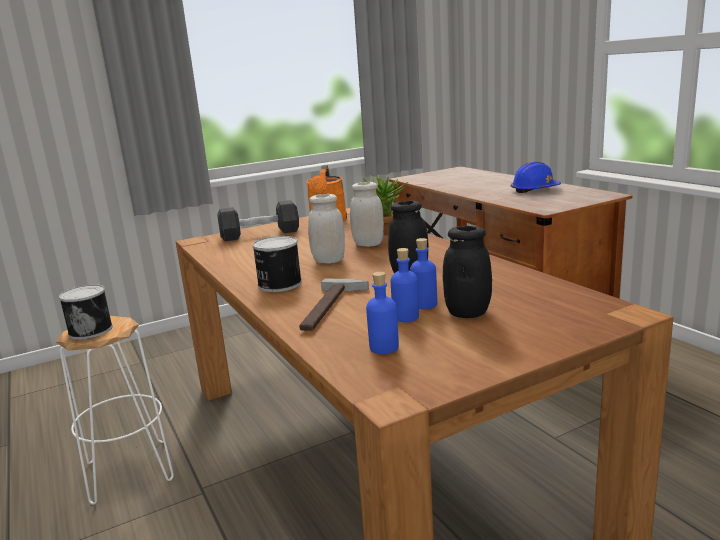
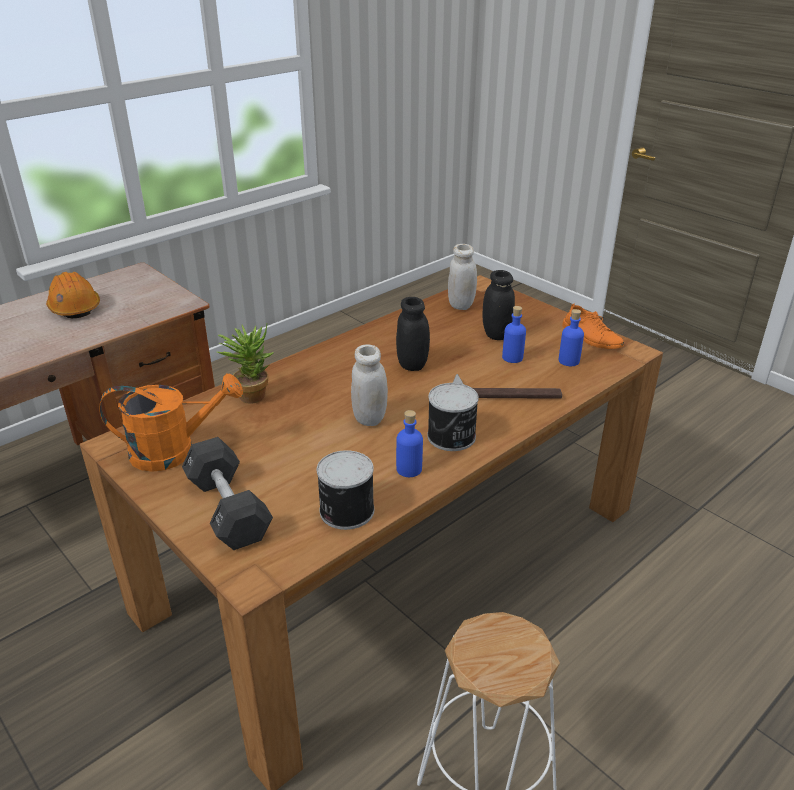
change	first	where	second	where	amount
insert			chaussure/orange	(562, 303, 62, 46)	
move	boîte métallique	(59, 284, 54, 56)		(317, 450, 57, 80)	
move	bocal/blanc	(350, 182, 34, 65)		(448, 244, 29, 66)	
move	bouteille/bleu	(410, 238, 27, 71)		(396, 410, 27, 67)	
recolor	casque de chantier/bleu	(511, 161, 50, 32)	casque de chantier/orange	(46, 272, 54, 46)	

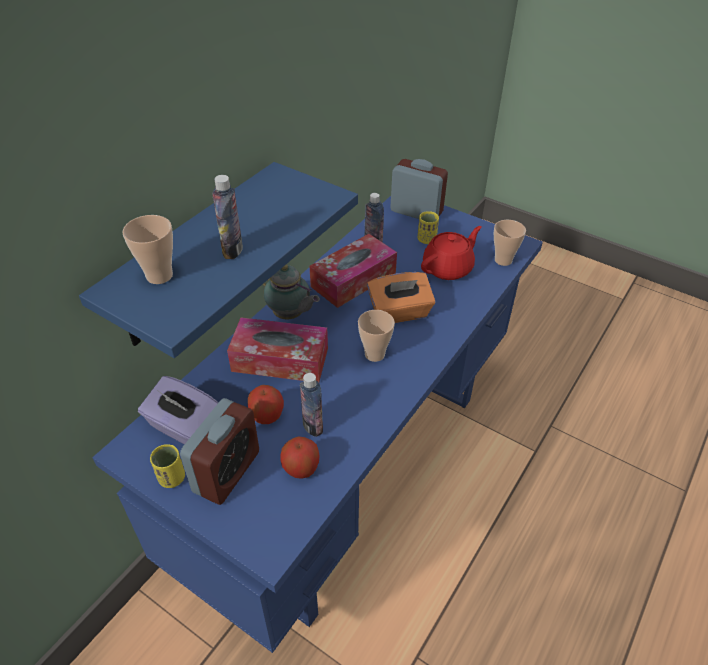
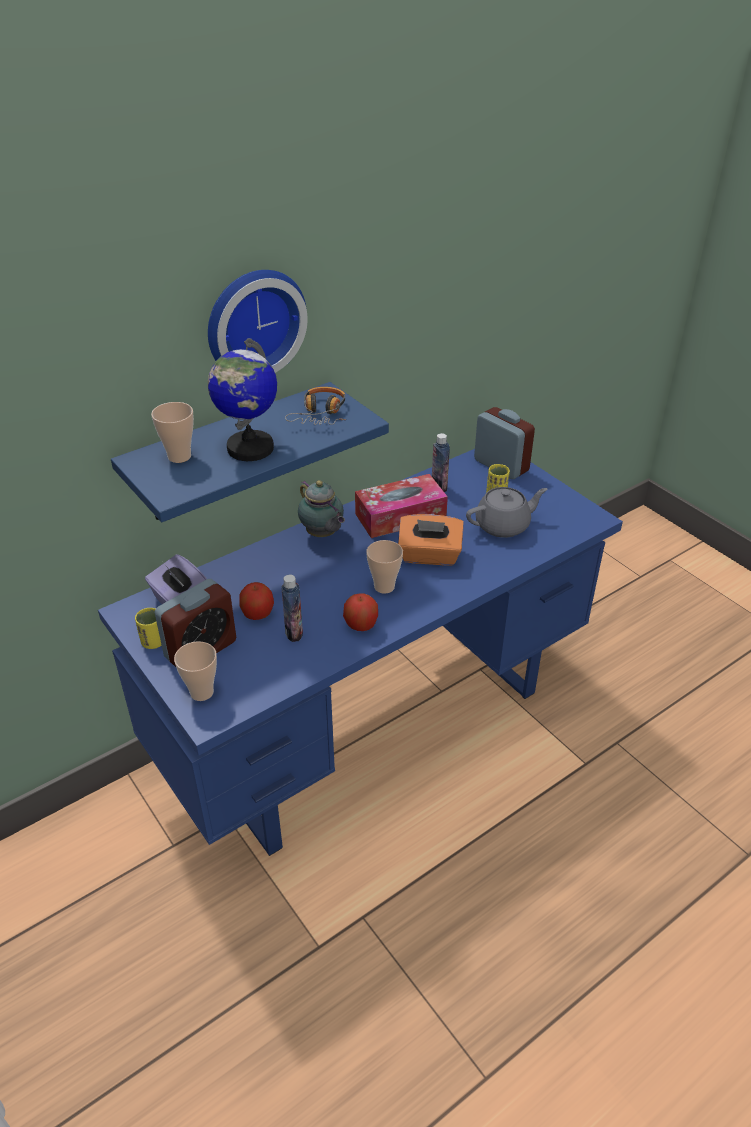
change	first	where	second	where	amount
delete	boîte à mouchoirs	(227, 317, 101, 66)			
insert			horloge murale	(208, 270, 100, 103)	
insert			casque audio	(285, 387, 61, 38)	
move	pomme	(280, 437, 40, 42)		(343, 593, 35, 38)	
move	tasse	(494, 220, 32, 46)		(174, 641, 43, 60)	
replace	bouteille	(213, 175, 30, 84)	globe	(208, 338, 69, 123)	
recolor	théière/rouge	(421, 226, 60, 54)	théière/gris	(466, 487, 82, 51)	

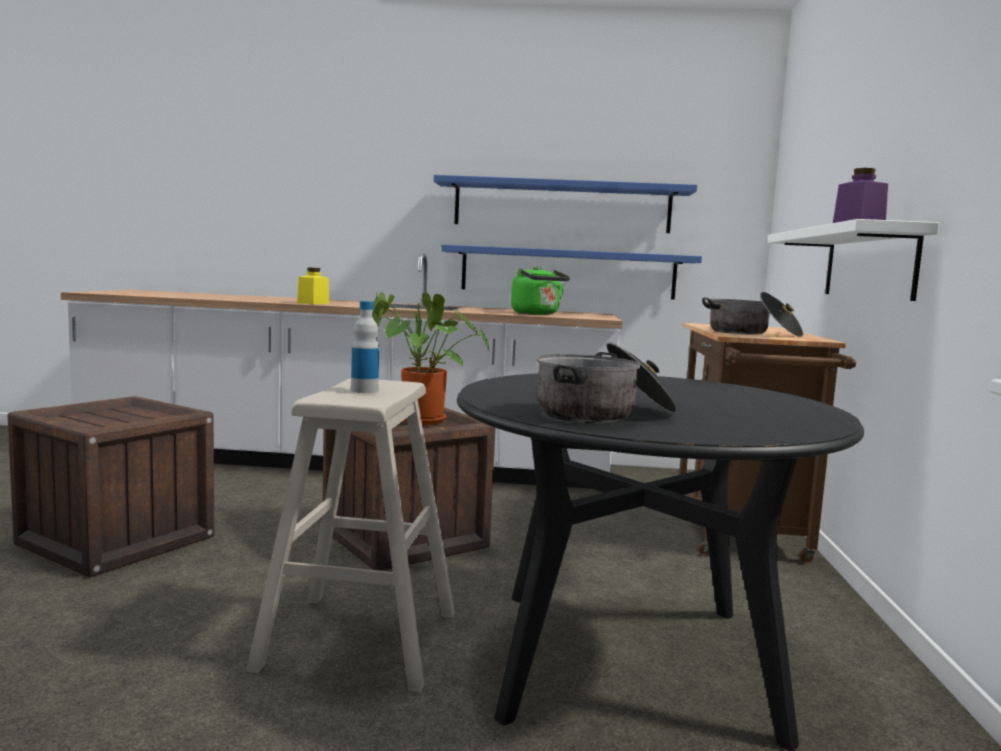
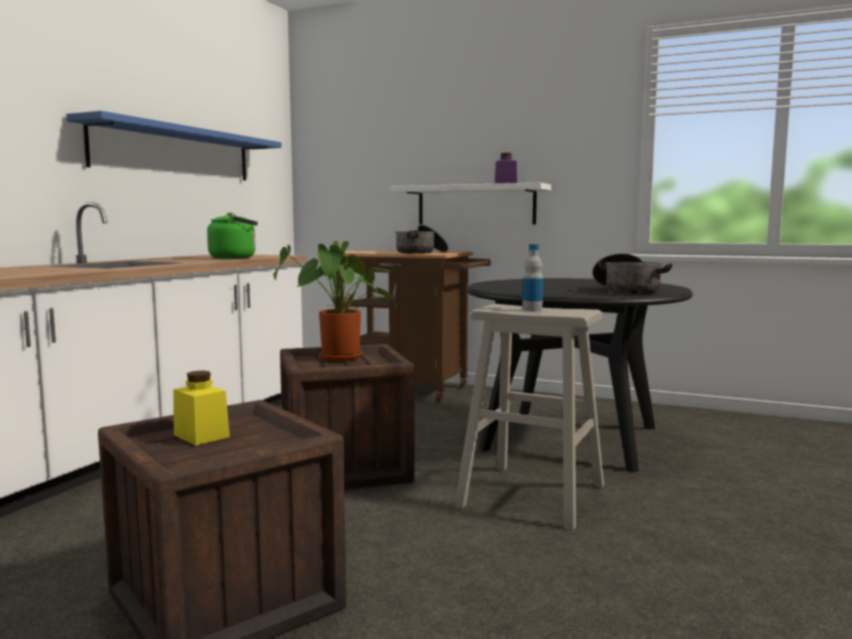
change	first	where	second	where	amount
delete	étagère/bleu	(441, 245, 261, 55)			
move	bocal/jaune	(297, 267, 32, 37)		(174, 371, 56, 74)	

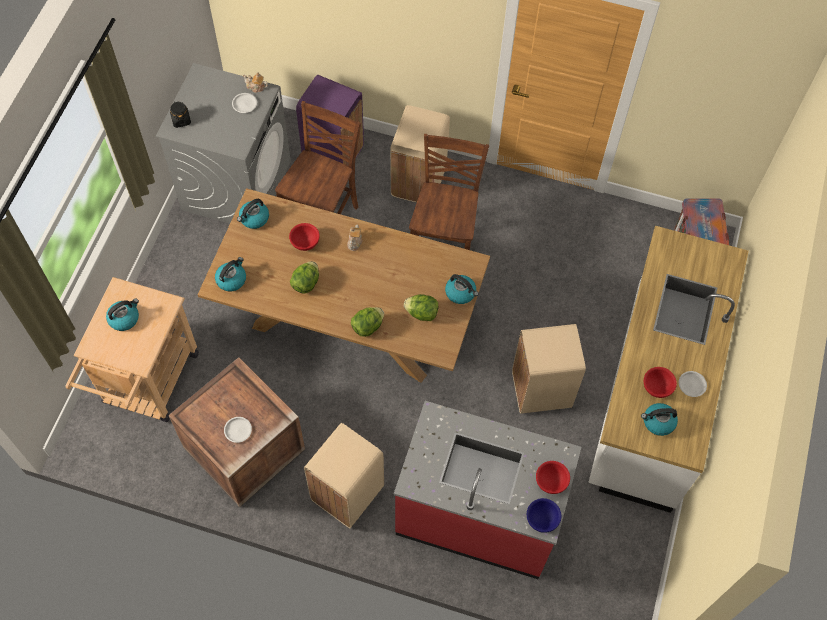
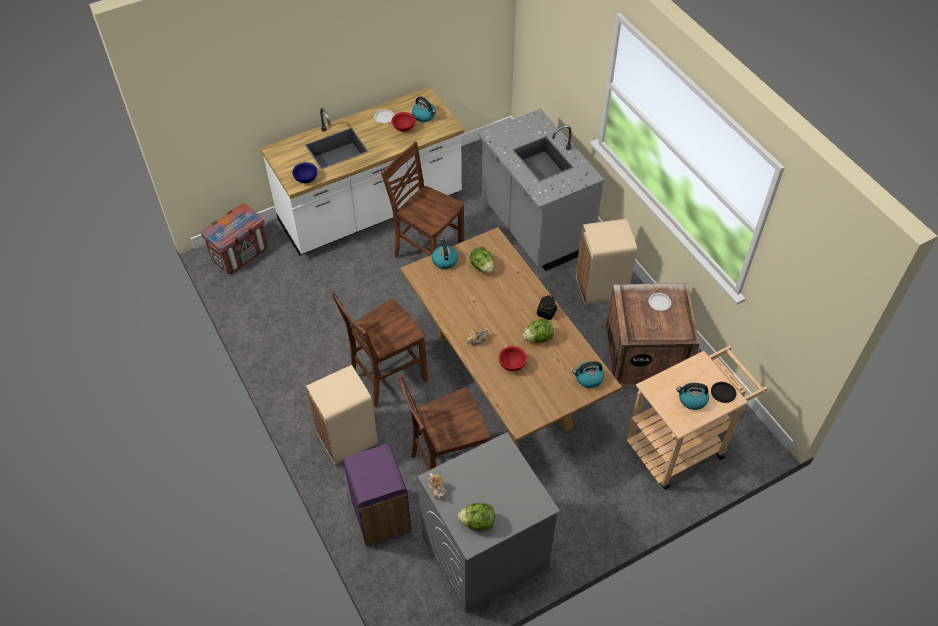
change	first	where	second	where	amount
delete	assiette/blanc	(232, 93, 25, 20)			
delete	bouilloire	(237, 199, 32, 30)			
delete	bol/rouge	(536, 461, 34, 33)			
insert			assiette/noir	(711, 382, 25, 21)	
move	bocal/noir	(170, 101, 21, 27)		(537, 295, 20, 25)	
move	laitue	(351, 307, 33, 30)		(458, 503, 37, 28)	
move	bol/bleu	(527, 498, 35, 35)		(292, 162, 25, 21)	
replace	poubelle/beige	(512, 324, 74, 90)	chaise/marron	(381, 141, 83, 117)	
recolor	comptoir de cuisine/rouge	(394, 401, 187, 178)	comptoir de cuisine/gris	(478, 109, 127, 162)	

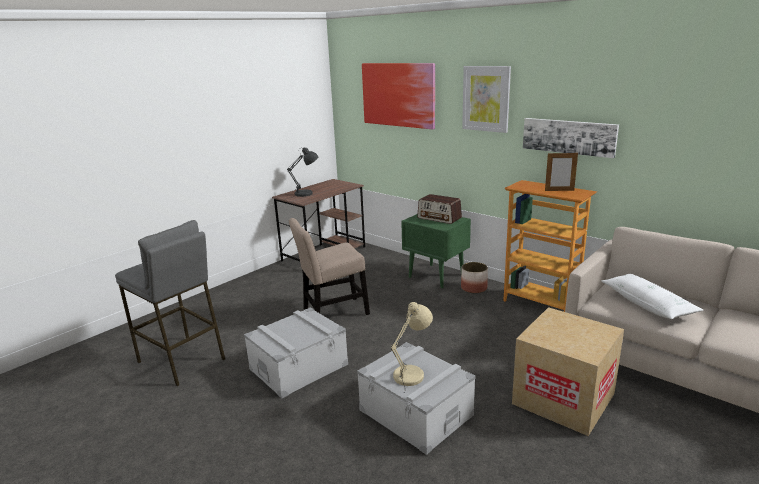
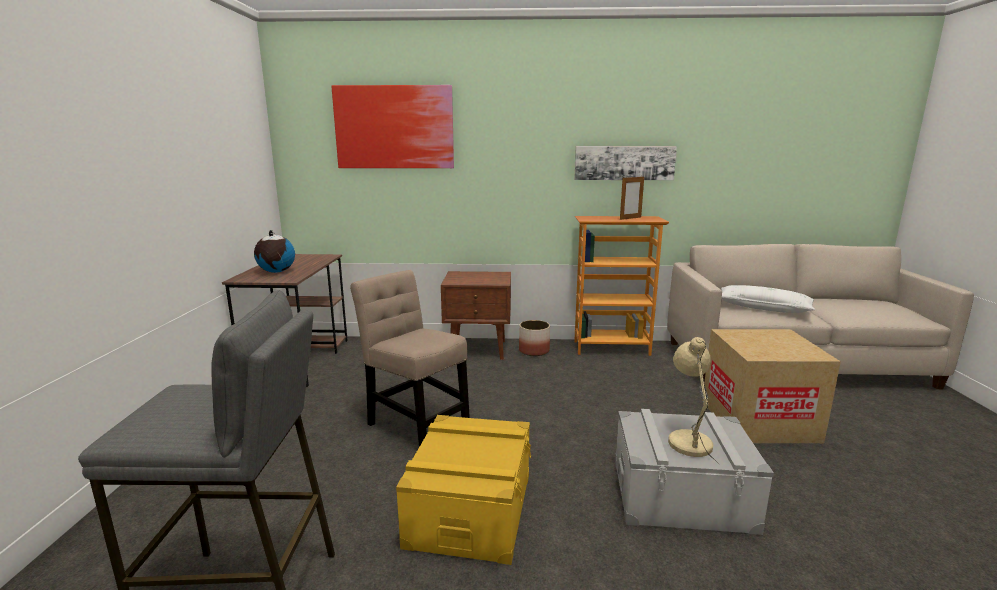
change	first	where	second	where	amount
delete	radio	(417, 194, 45, 30)			
delete	tableau	(462, 66, 49, 67)			
replace	lampe de table/gris	(287, 148, 32, 50)	globe	(254, 230, 41, 43)	
recolor	boîte de rangement/gris	(244, 308, 104, 91)	boîte de rangement/jaune	(396, 415, 135, 150)	
recolor	table de chevet/vert	(401, 214, 70, 74)	table de chevet/marron	(441, 271, 70, 89)	
rotate	chaise/beige	(289, 218, 81, 97)		(350, 270, 120, 177)	105 degrees clockwise

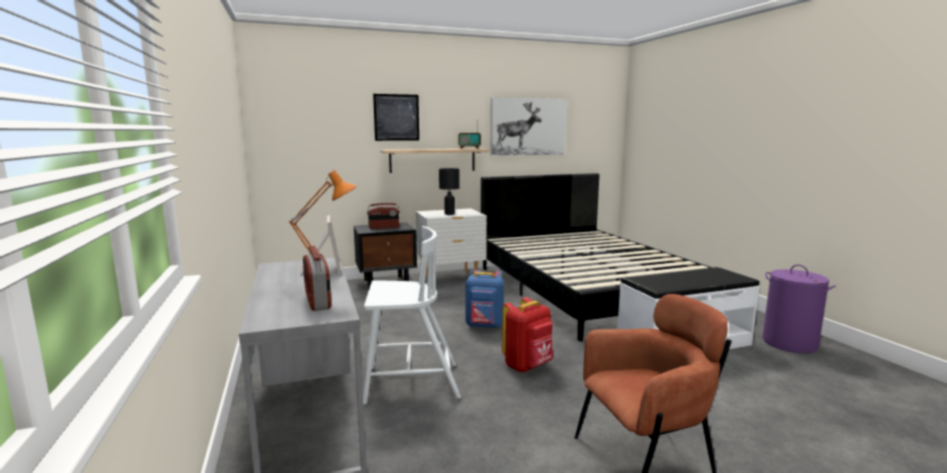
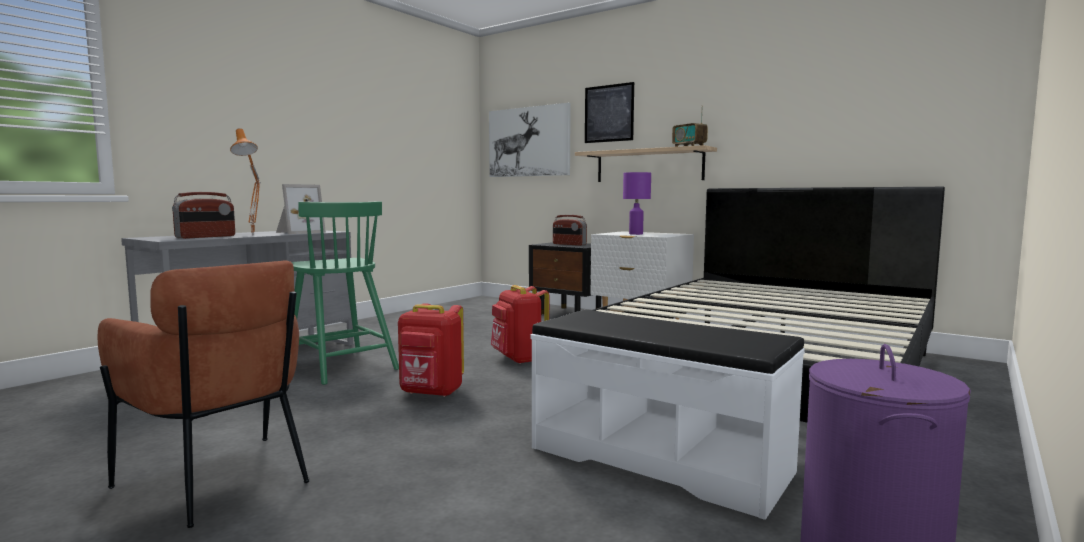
change	first	where	second	where	amount
move	tableau	(491, 98, 76, 58)		(489, 103, 82, 74)	
recolor	chaise/blanc	(363, 226, 98, 179)	chaise/vert	(292, 201, 107, 184)	
recolor	lampe de table/noir	(439, 168, 21, 47)	lampe de table/violet	(623, 172, 28, 63)	
recolor	sac à dos/bleu	(465, 270, 39, 58)	sac à dos/rouge	(491, 285, 58, 79)	

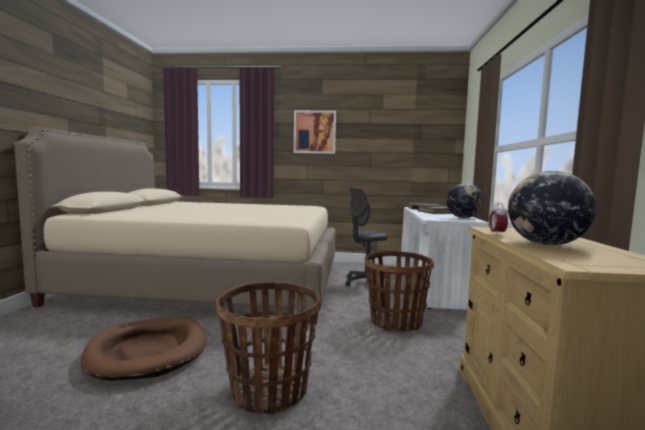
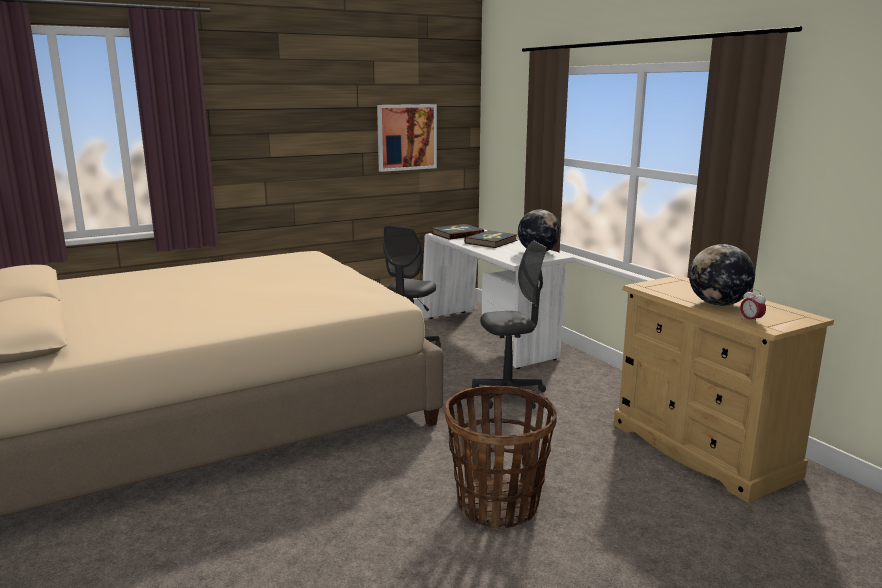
change	first	where	second	where	amount
delete	panier pour chien/marron	(81, 317, 125, 64)			
move	tableau	(294, 110, 42, 44)		(377, 104, 60, 68)	
move	réveil	(489, 203, 19, 33)		(740, 289, 26, 35)	
replace	panier	(364, 251, 70, 81)	chaise de bureau/gris	(472, 241, 75, 168)	

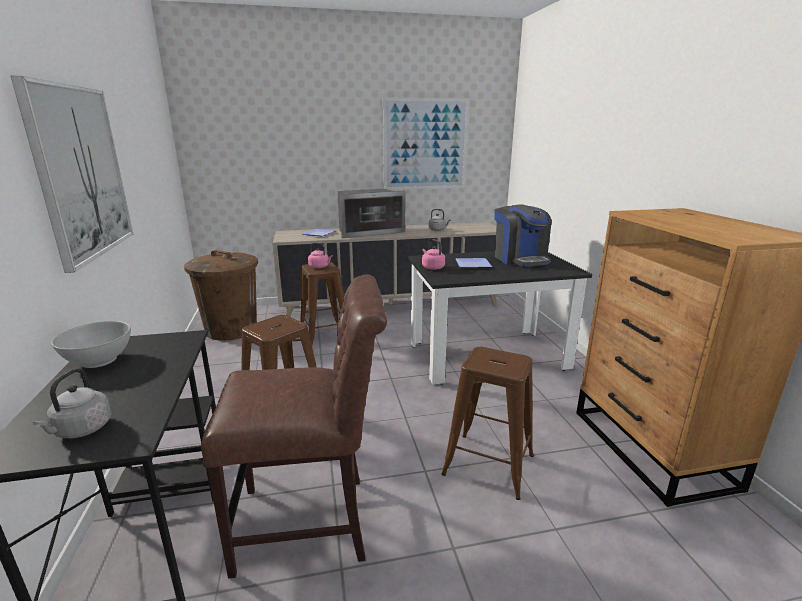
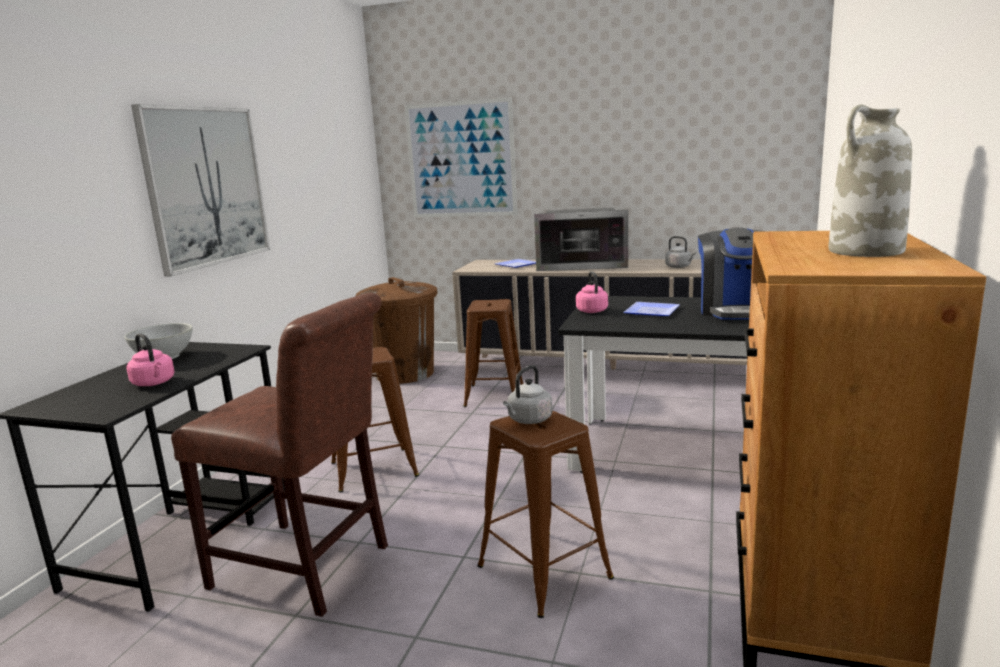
change	first	where	second	where	amount
insert			vase/blanc	(828, 104, 84, 153)	
move	bouilloire/gris	(33, 368, 78, 70)		(503, 365, 50, 59)	
move	bouilloire/rose	(308, 242, 25, 26)		(126, 333, 49, 53)	
move	tableau	(383, 97, 86, 93)		(405, 97, 112, 120)	

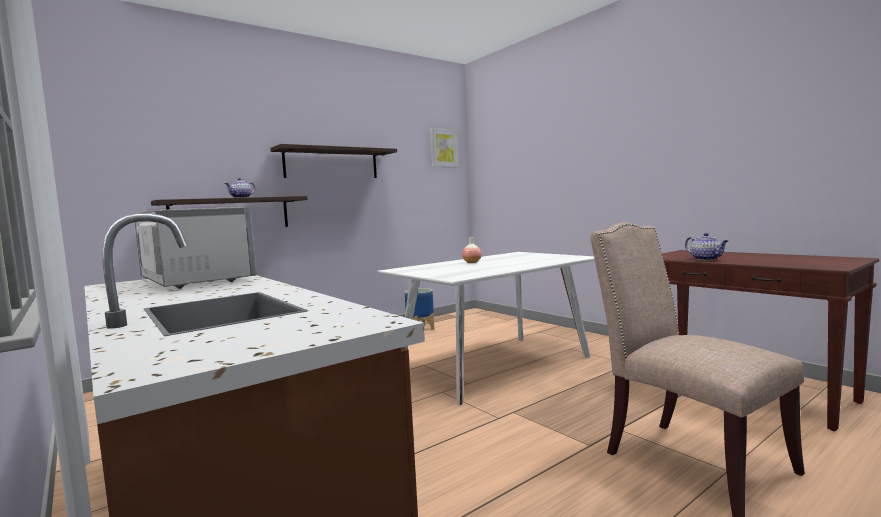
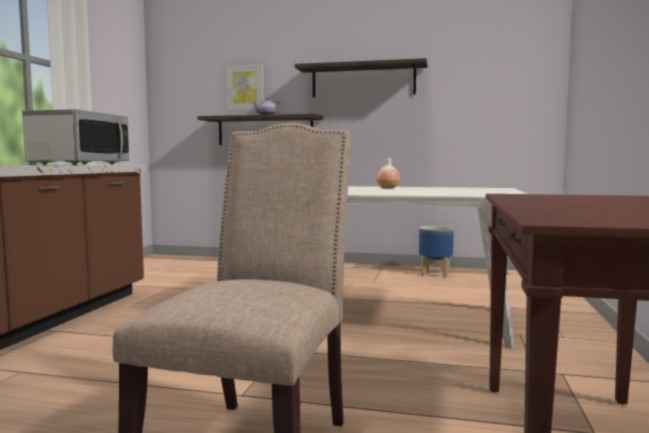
change	first	where	second	where	amount
delete	théière	(685, 233, 43, 27)			
move	tableau	(430, 128, 29, 39)		(227, 65, 37, 45)	

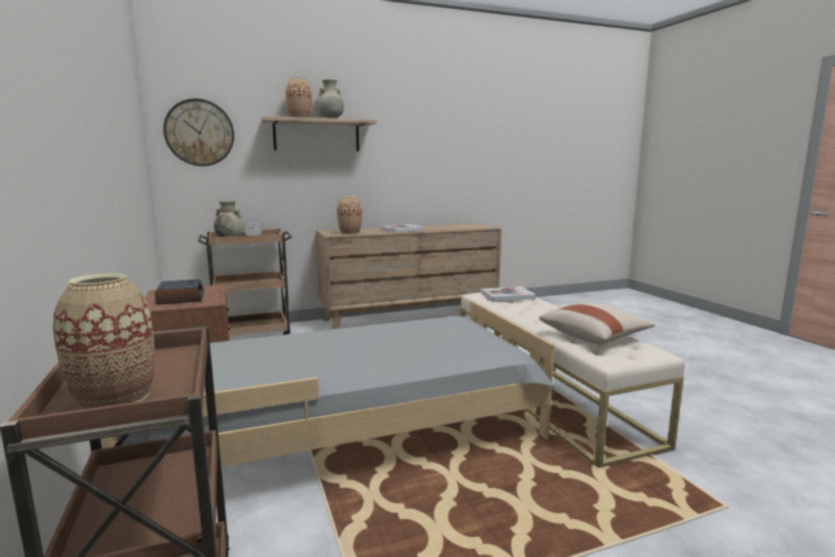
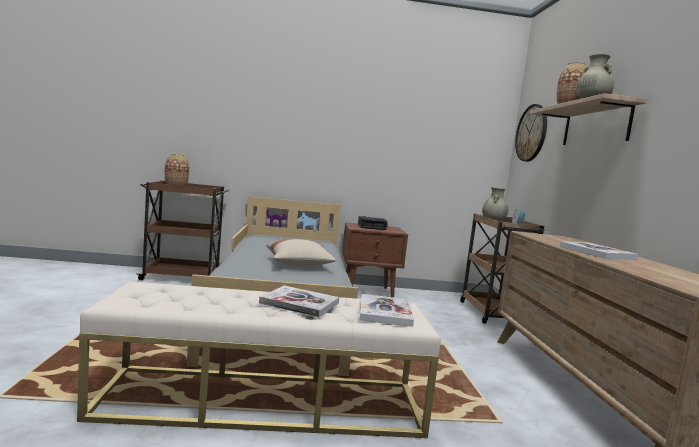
change	first	where	second	where	amount
delete	vase	(337, 196, 25, 39)			
insert			livre	(259, 286, 80, 31)	
move	coussin/beige	(539, 303, 116, 41)		(266, 239, 70, 28)	

